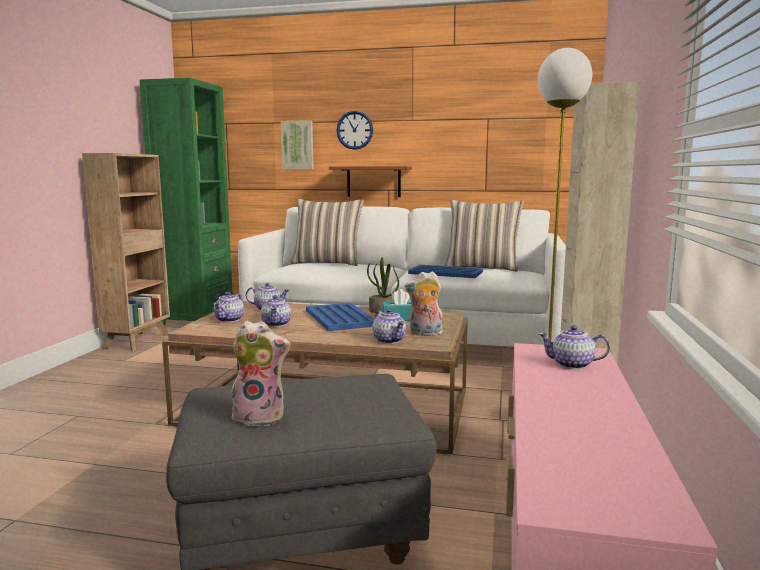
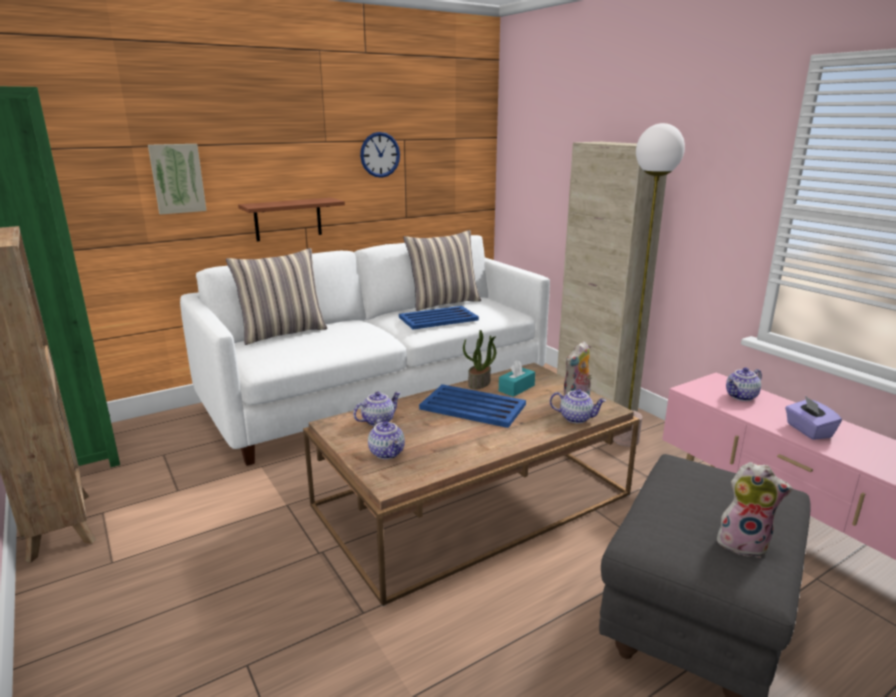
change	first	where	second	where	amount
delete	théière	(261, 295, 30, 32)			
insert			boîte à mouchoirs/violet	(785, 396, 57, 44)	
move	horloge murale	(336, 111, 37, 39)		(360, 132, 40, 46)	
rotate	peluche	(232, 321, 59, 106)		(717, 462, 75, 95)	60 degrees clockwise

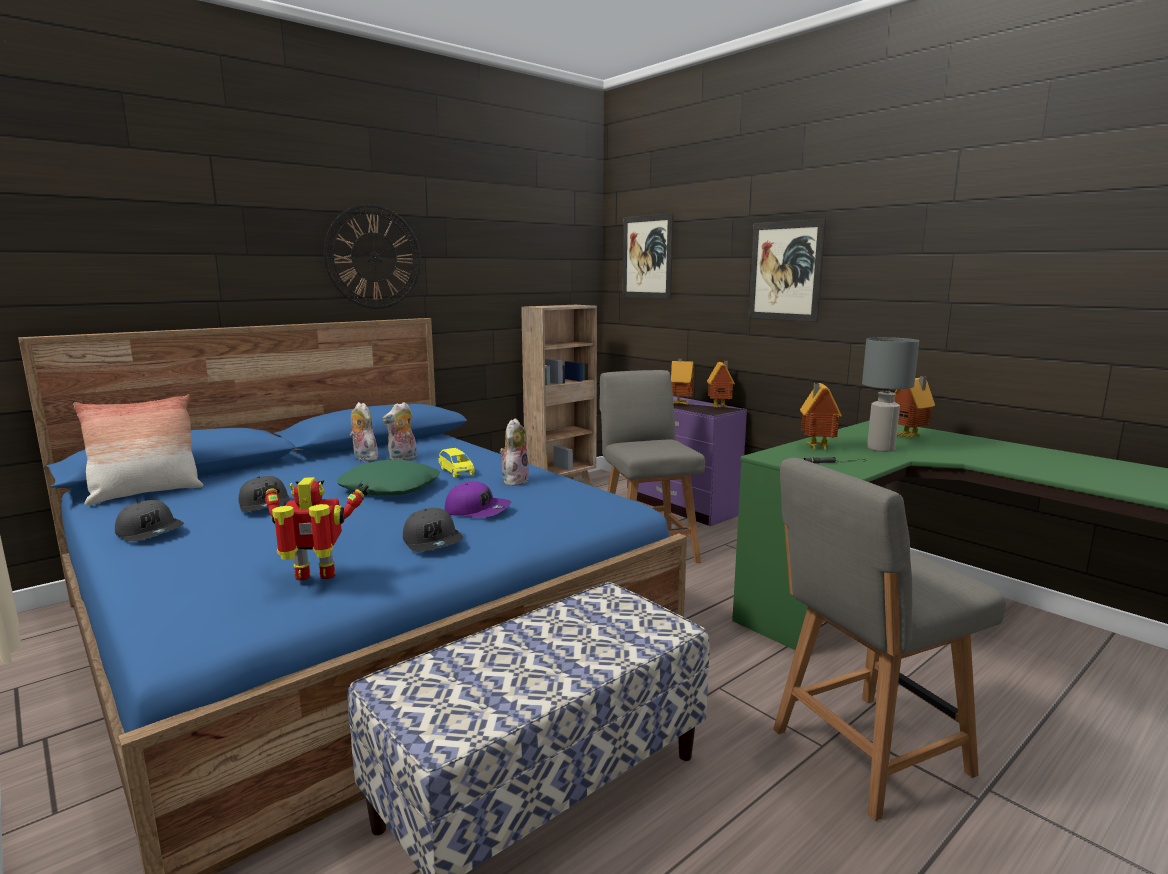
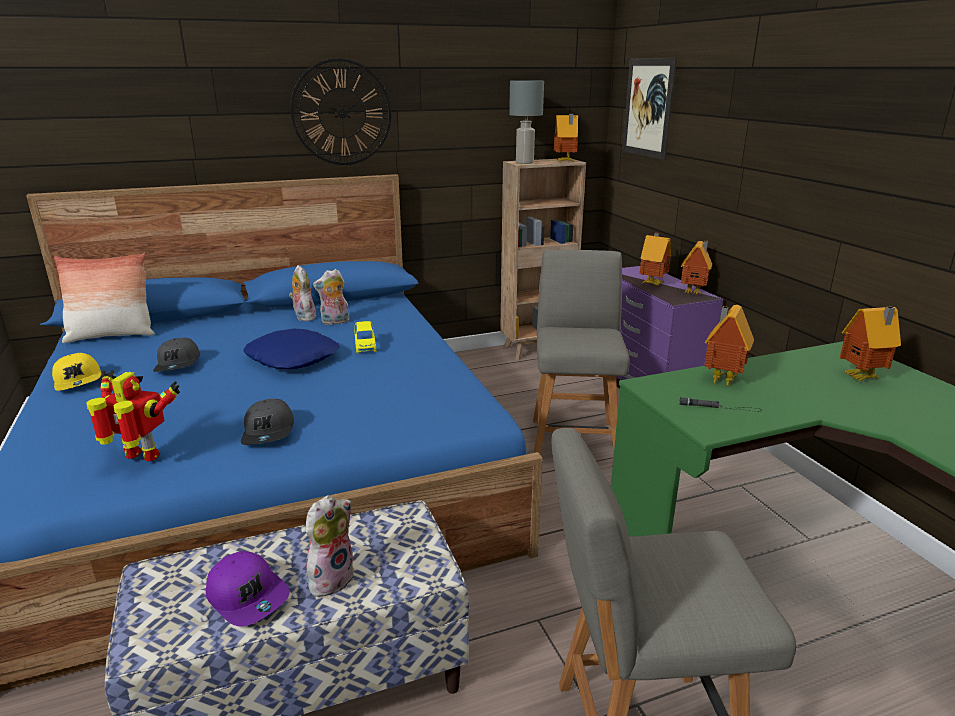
change	first	where	second	where	amount
delete	tableau	(748, 219, 78, 103)			
insert			maison miniature	(554, 113, 24, 48)	
move	casquette/violet	(445, 481, 66, 36)		(206, 551, 84, 76)	
move	peluche	(500, 418, 29, 68)		(306, 495, 48, 102)	
move	lampe de table/gris	(862, 337, 57, 115)		(509, 80, 35, 84)	
recolor	casquette/gris	(115, 500, 69, 42)	casquette/jaune	(52, 353, 49, 38)	
recolor	coussin/vert	(337, 460, 103, 36)	coussin/bleu	(243, 329, 97, 40)	

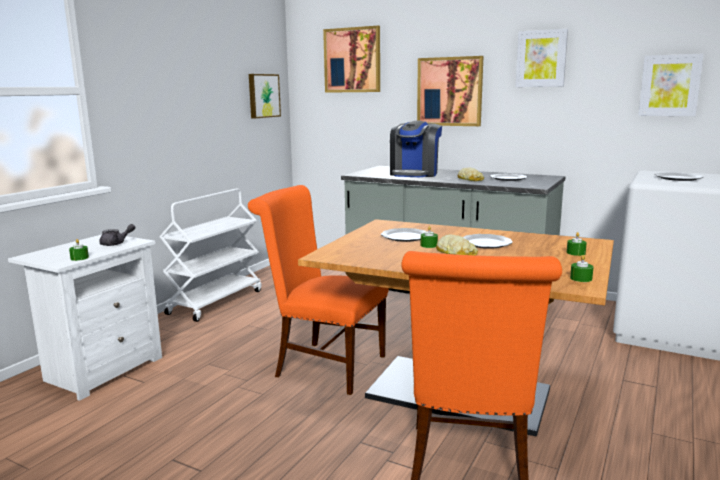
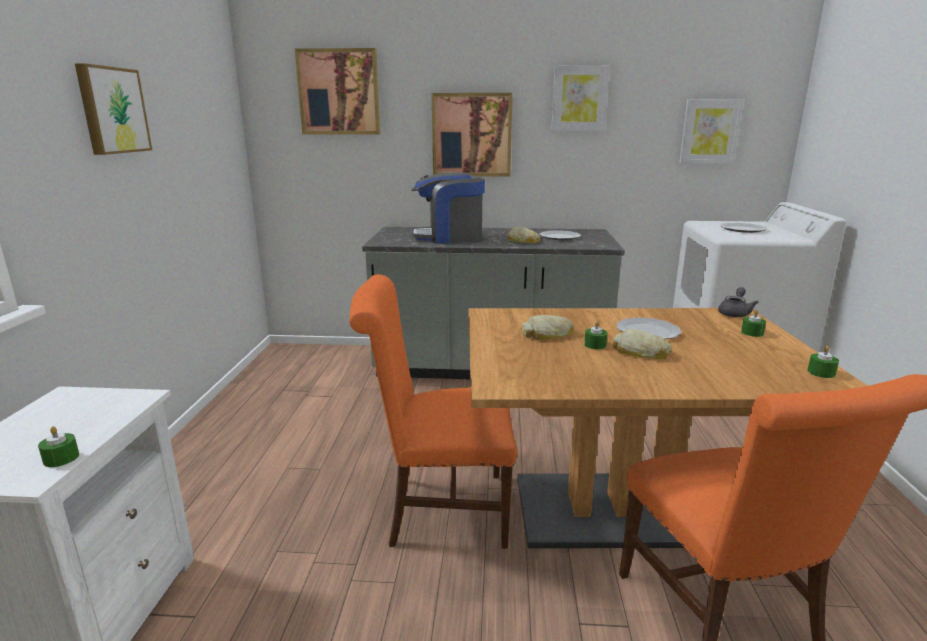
change	first	where	second	where	amount
delete	chariot/blanc	(159, 188, 103, 134)			
move	théière/gris	(99, 224, 36, 22)		(718, 287, 41, 30)	
move	tableau	(249, 74, 32, 44)		(75, 63, 77, 92)	
replace	assiette	(381, 228, 46, 14)	pain	(522, 315, 52, 25)	
rotate	machine à café	(390, 121, 52, 56)		(411, 172, 74, 71)	90 degrees clockwise

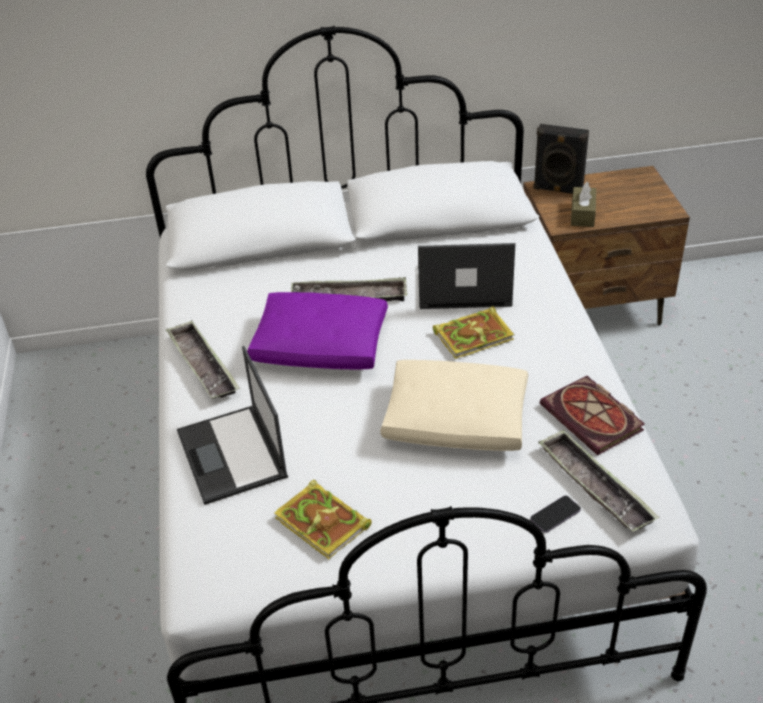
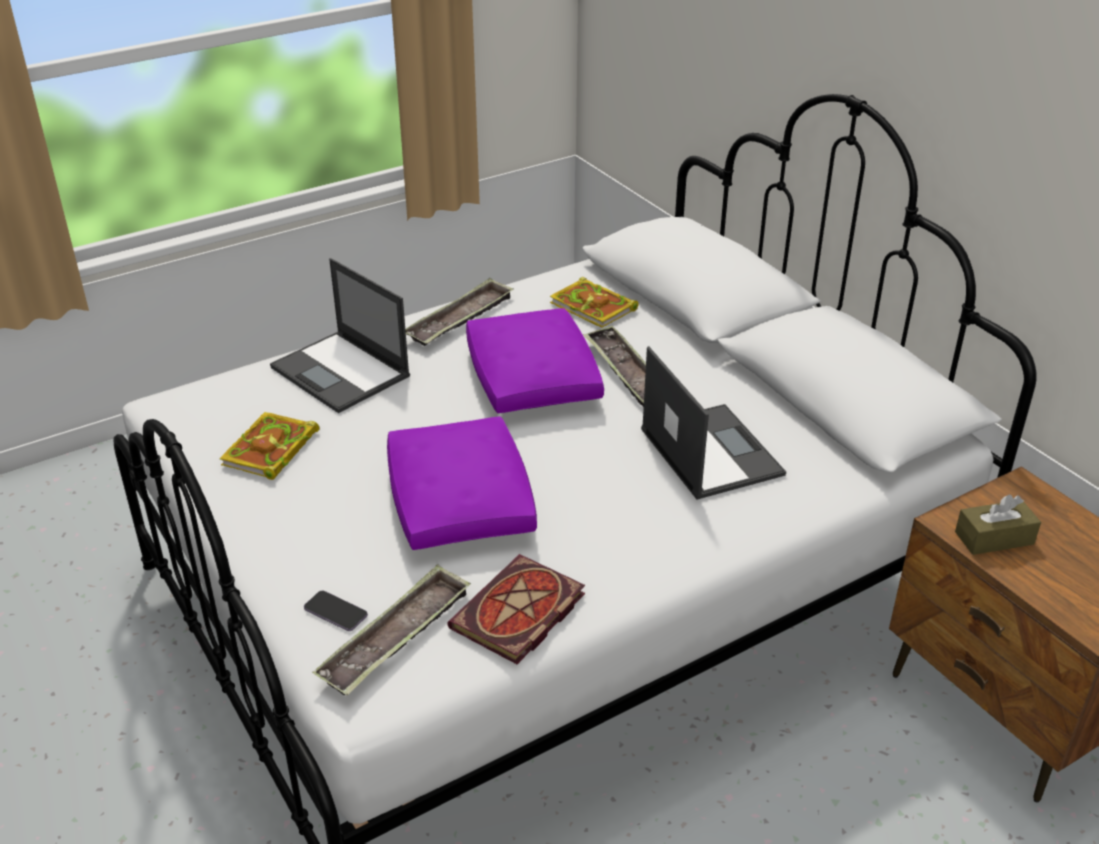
change	first	where	second	where	amount
delete	enceinte/noir	(533, 124, 56, 70)			
move	livre	(433, 306, 81, 53)		(550, 277, 88, 51)	
recolor	coussin/beige	(380, 360, 148, 91)	coussin/violet	(387, 416, 150, 134)	
rotate	ordinateur portable	(177, 346, 111, 159)		(270, 258, 140, 155)	90 degrees counterclockwise

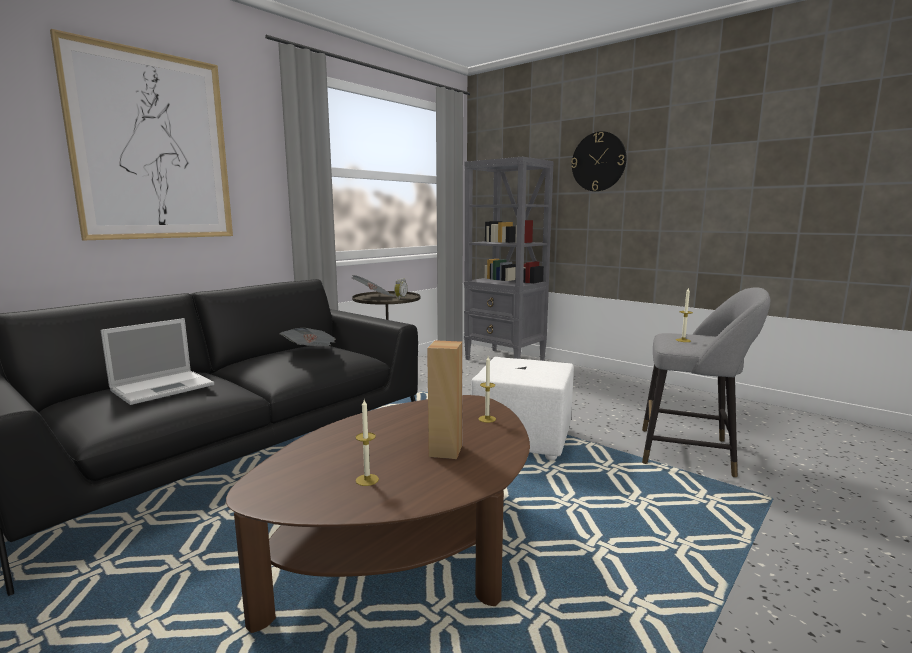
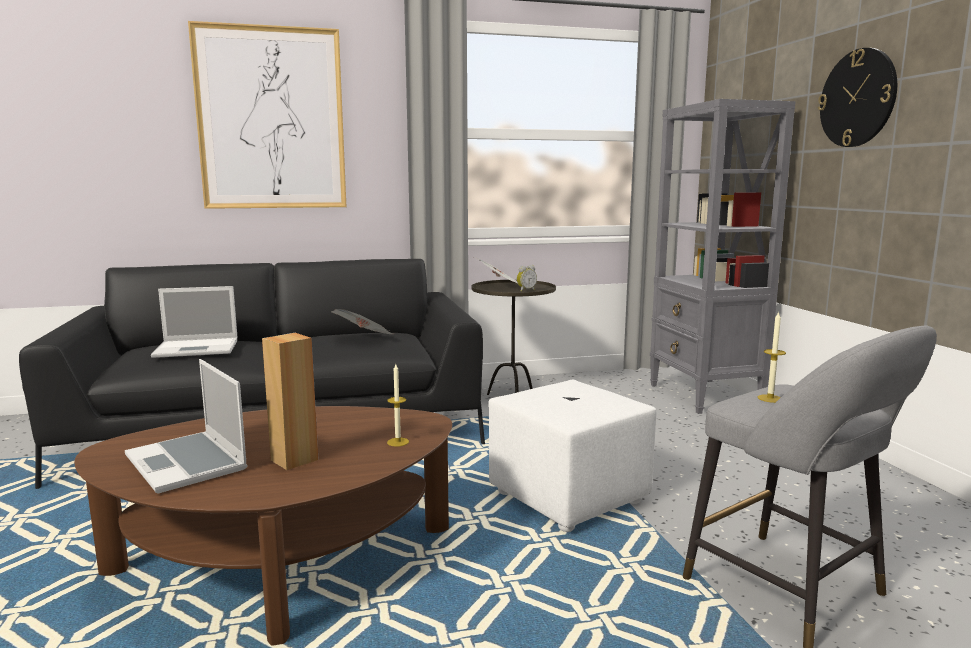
change	first	where	second	where	amount
replace	bougie	(356, 400, 23, 86)	ordinateur portable	(125, 359, 122, 135)	

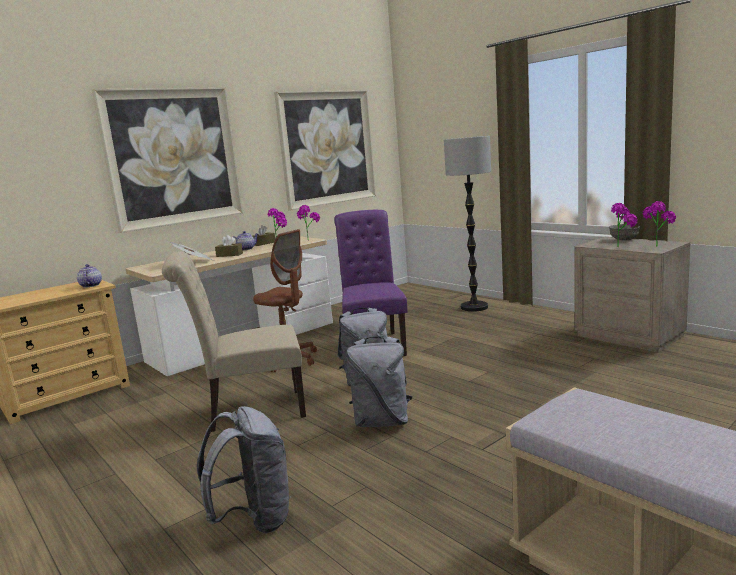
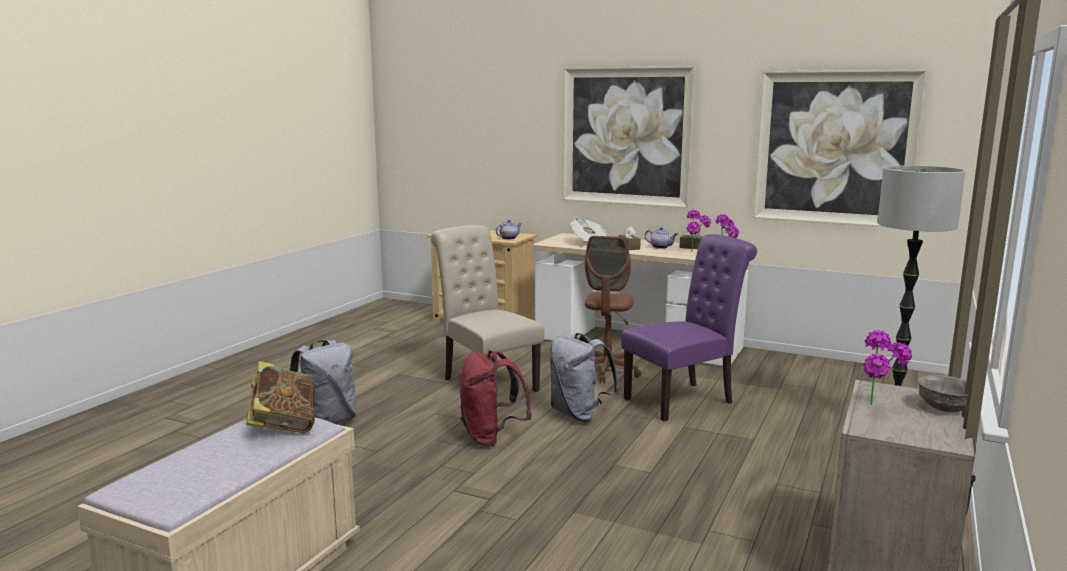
change	first	where	second	where	amount
delete	plante en pot	(642, 201, 34, 46)			
insert			livre	(246, 361, 69, 72)	
recolor	sac à dos/gris	(346, 336, 67, 91)	sac à dos/rouge	(459, 350, 73, 96)	

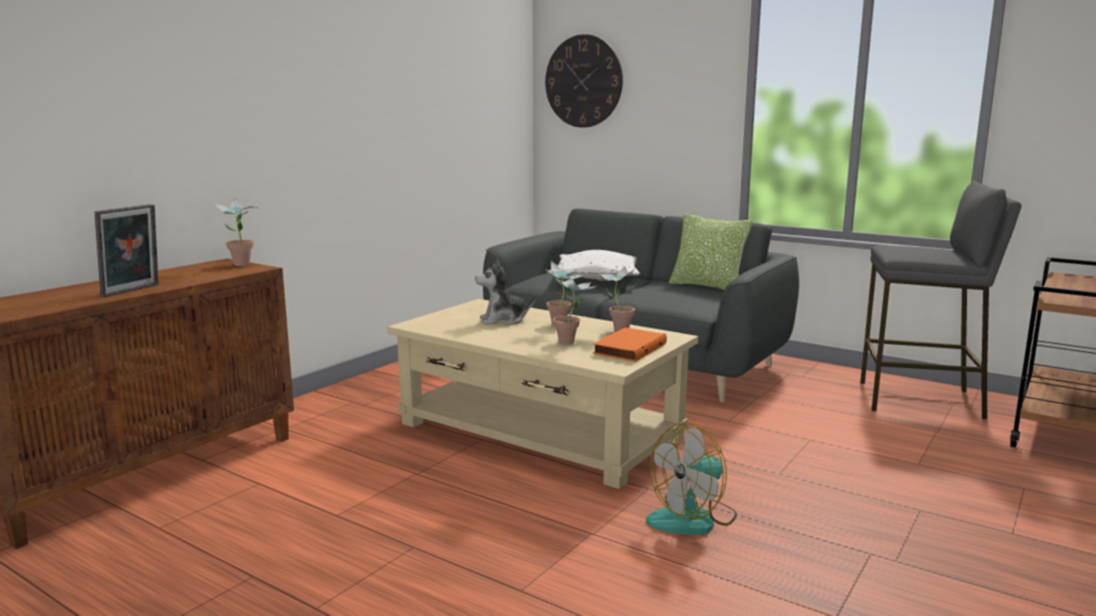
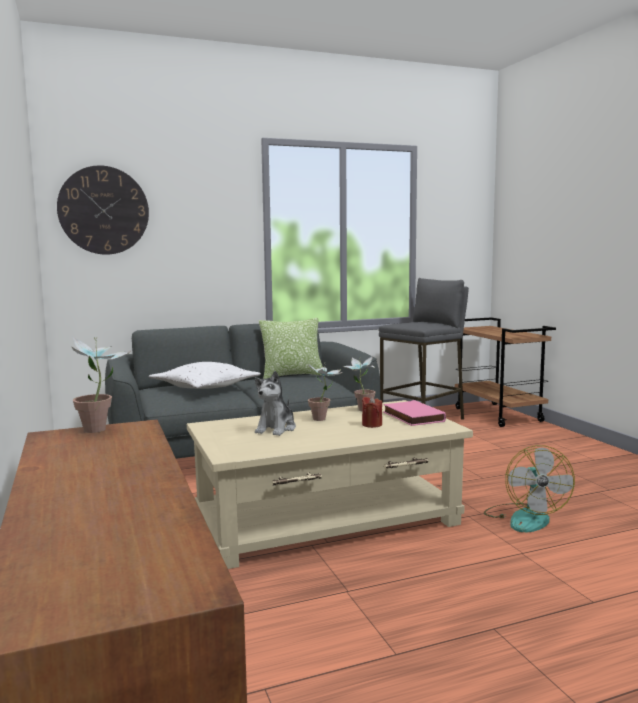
change	first	where	second	where	amount
delete	cadre photo	(94, 204, 65, 93)			
replace	plante en pot	(553, 275, 43, 69)	bougie/rouge	(362, 396, 20, 32)	
recolor	livre/orange	(593, 327, 74, 35)	livre/rose	(383, 400, 63, 26)	

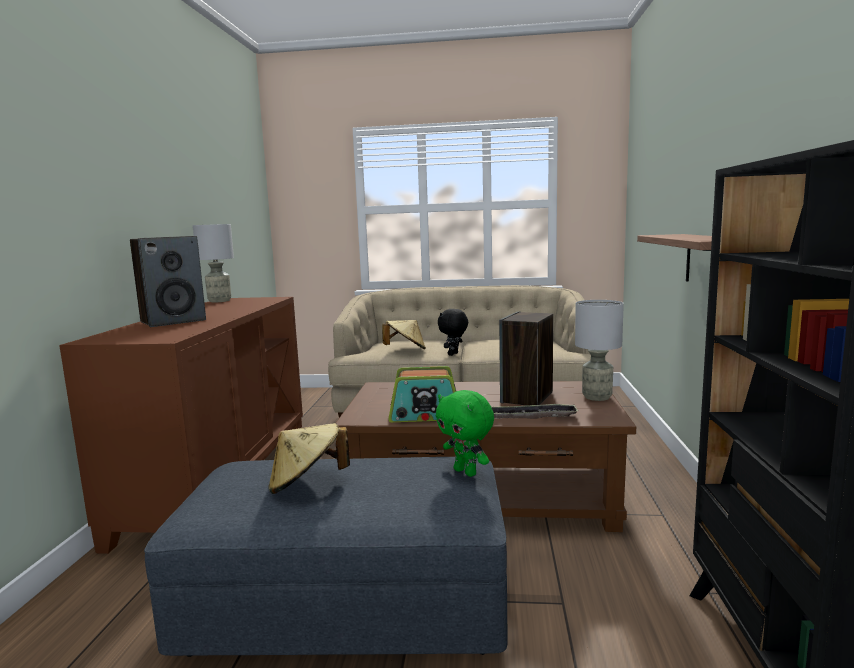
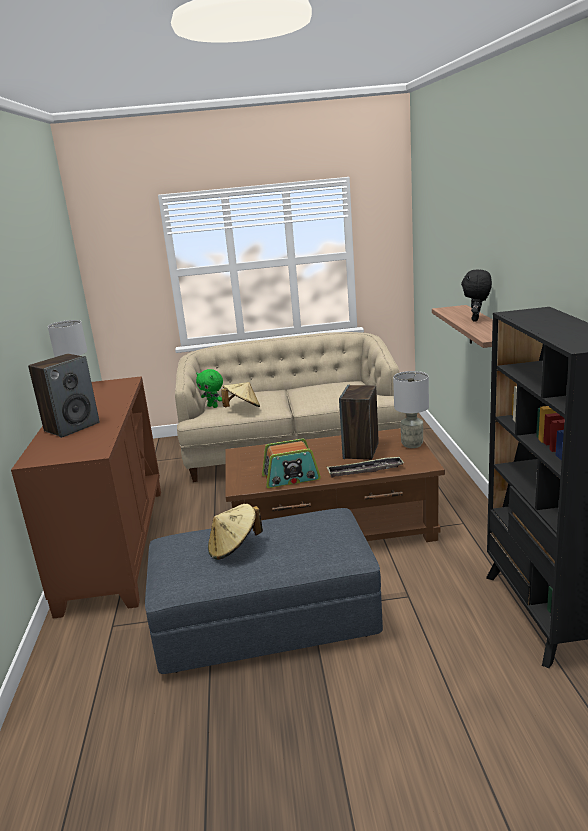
change	first	where	second	where	amount
move	peluche/vert	(436, 390, 58, 87)		(196, 369, 27, 39)	
move	peluche/noir	(438, 309, 30, 47)		(461, 269, 31, 52)	

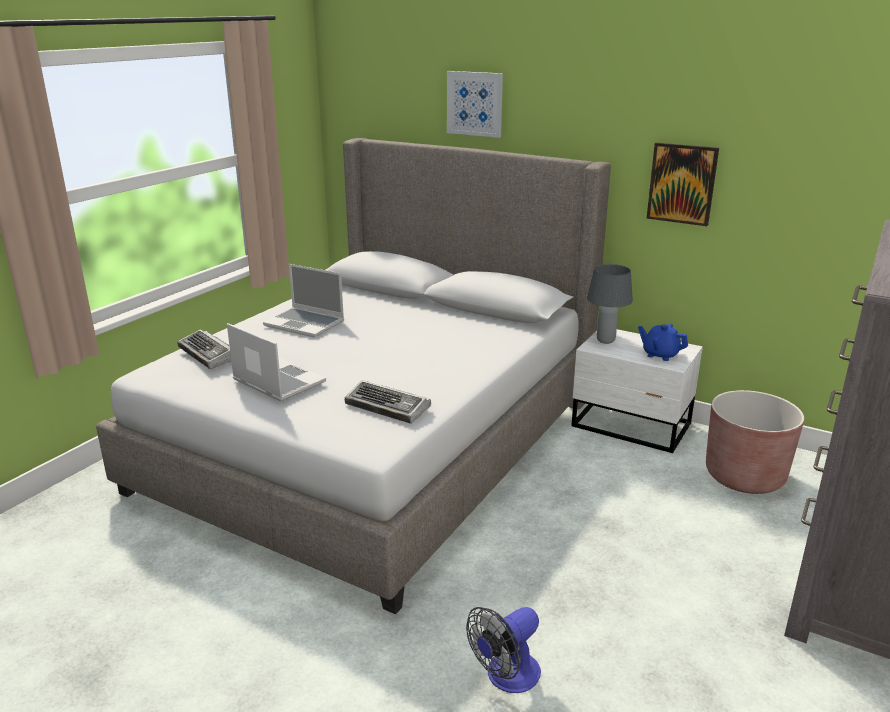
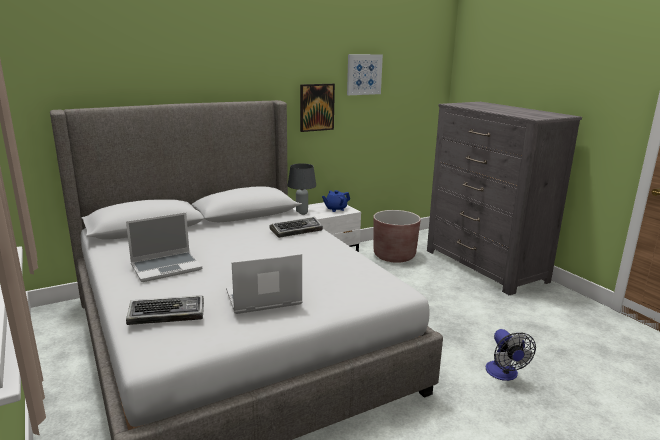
change	first	where	second	where	amount
move	clavier	(345, 380, 86, 44)		(269, 217, 54, 21)	
move	tableau	(447, 71, 56, 67)		(347, 54, 36, 41)	

